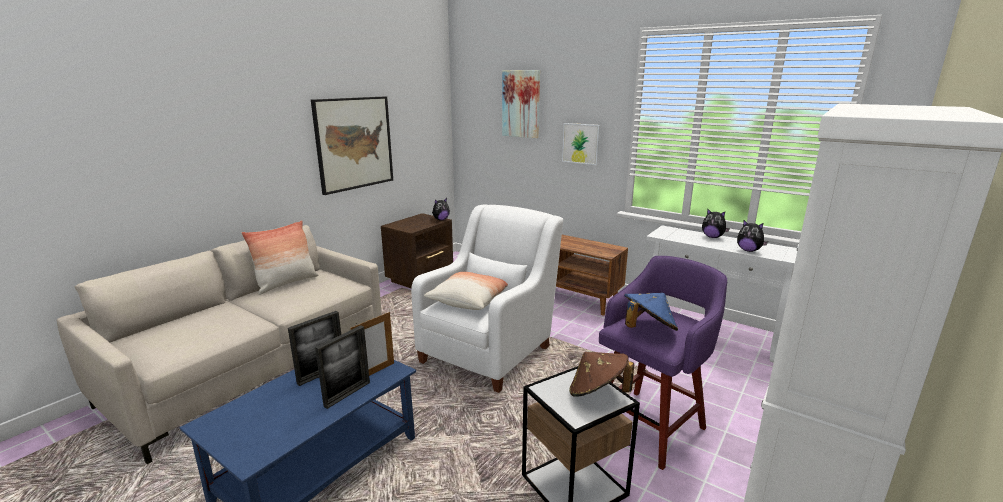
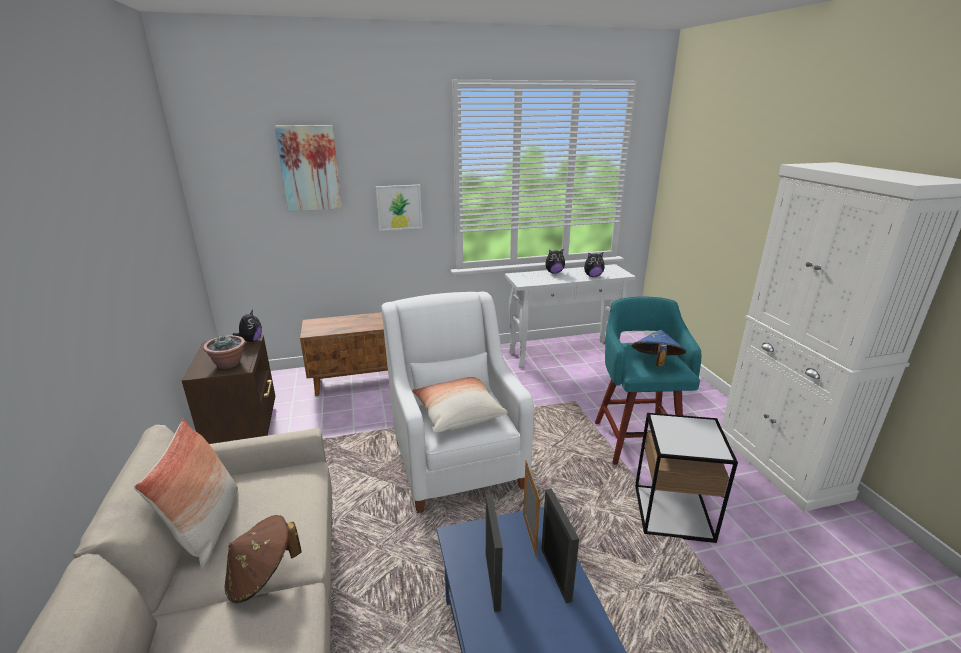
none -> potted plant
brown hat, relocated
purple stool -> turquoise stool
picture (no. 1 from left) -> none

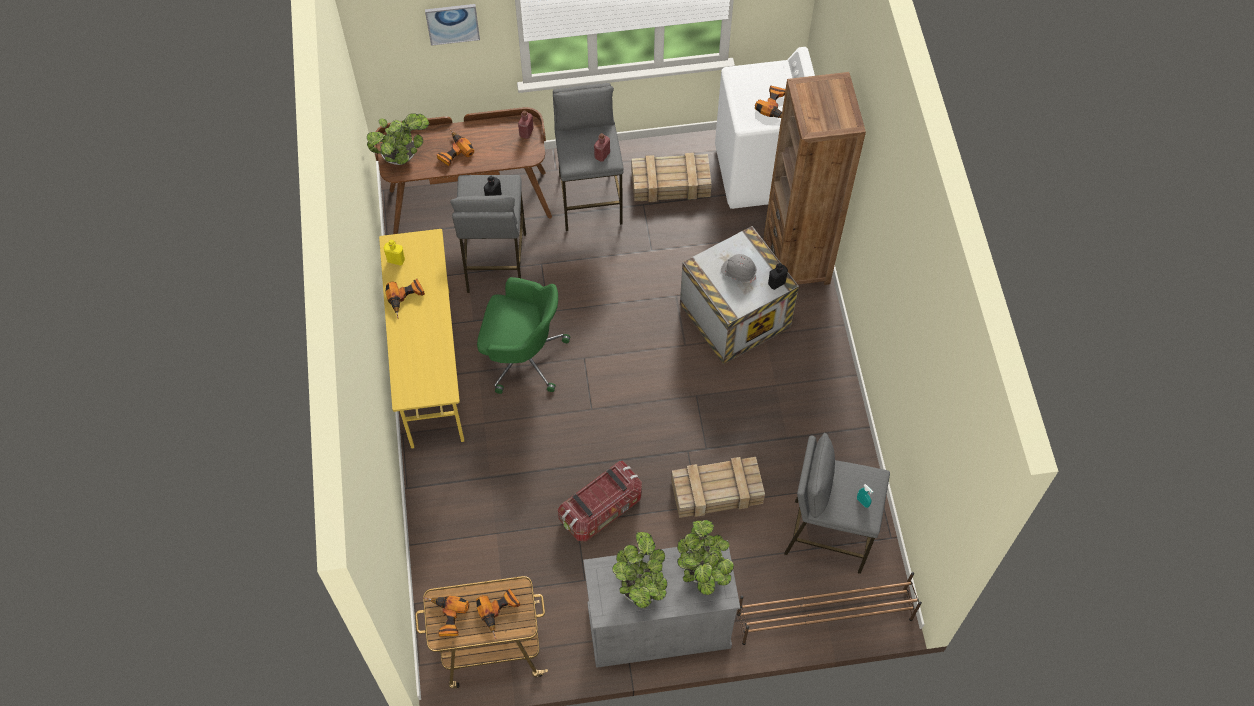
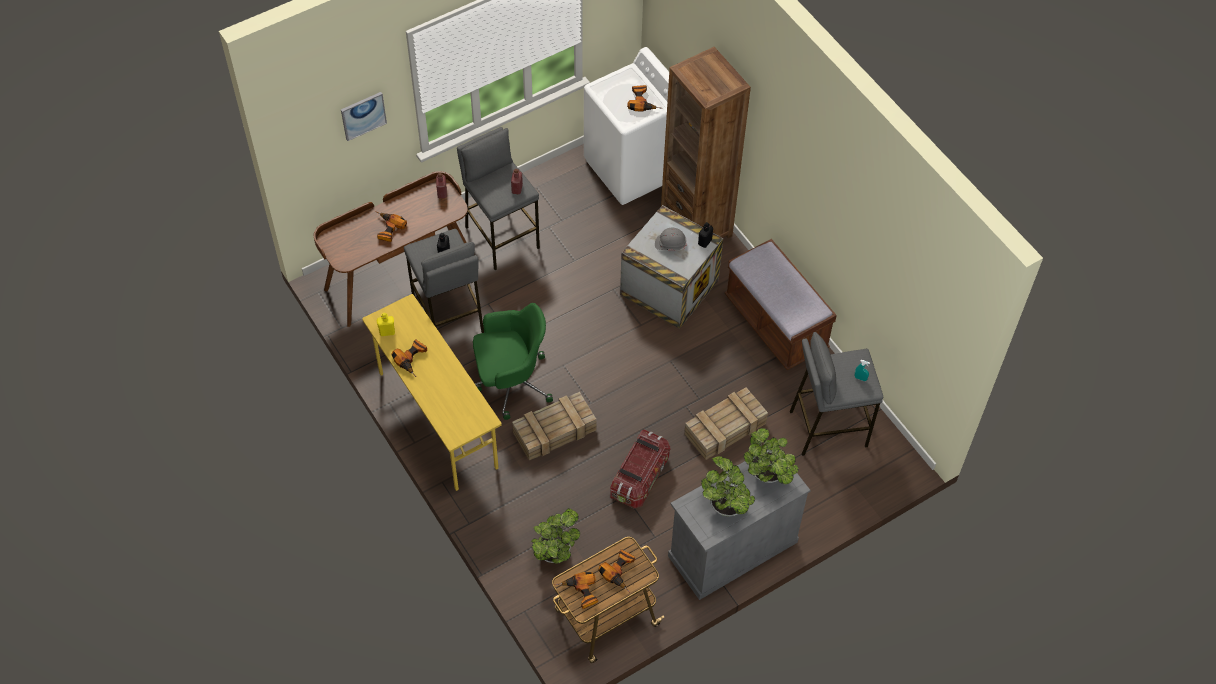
crate (no. 1 from left), relocated
potted plant (no. 1 from left), relocated
none -> brown bench
brown shoe rack -> none

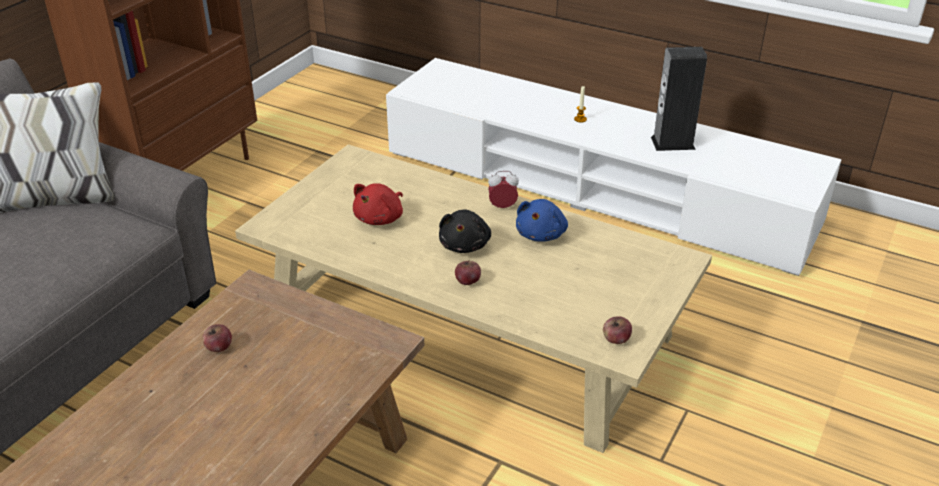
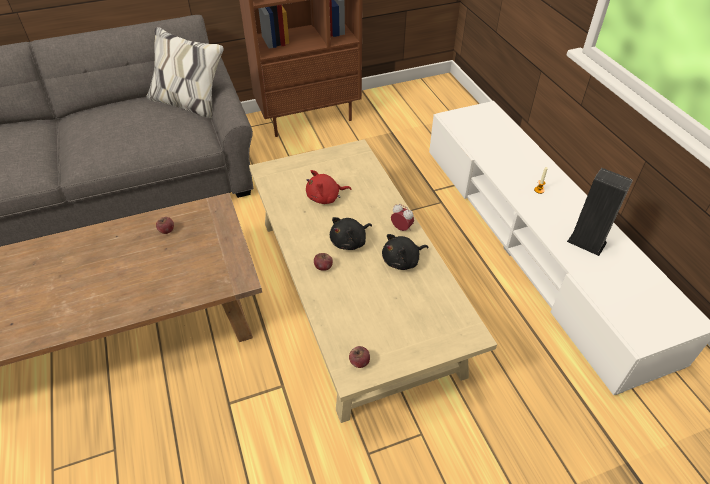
blue plush toy -> black plush toy (no. 2 from left)

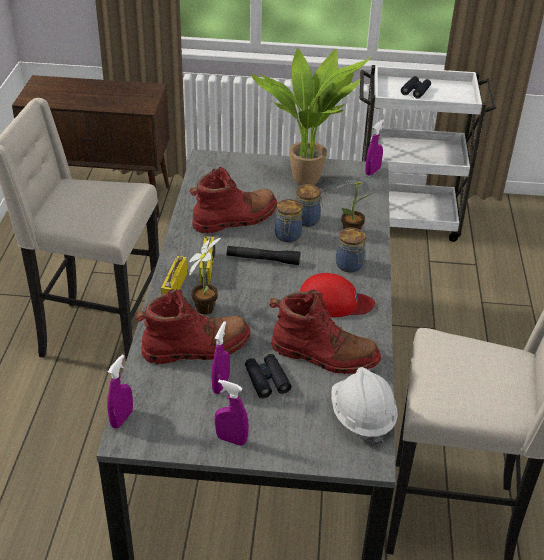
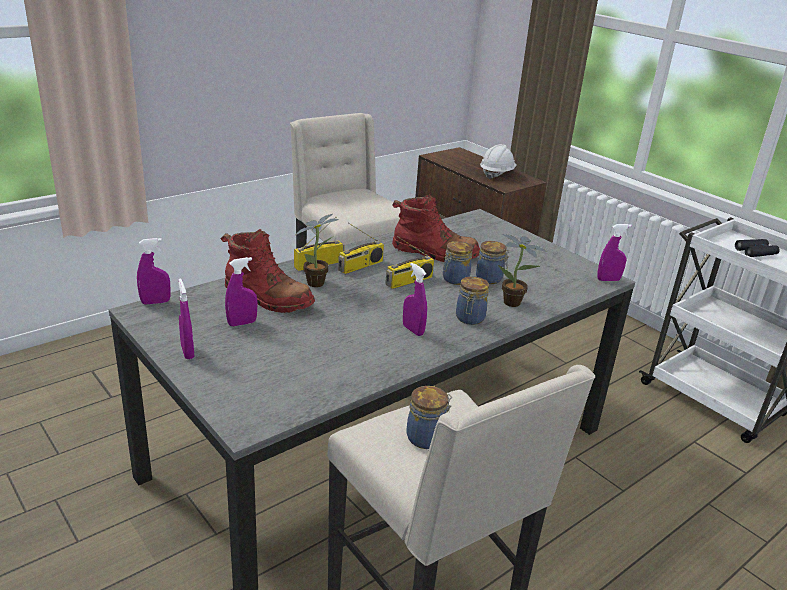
black flashlight -> radio (no. 3 from left)
red cap -> purple spray bottle (no. 4 from left)
none -> jar (no. 1 from left)
white hard hat, relocated
black binoculars (no. 1 from left) -> none
potted plant (no. 2 from left) -> none
red boot (no. 3 from left) -> none

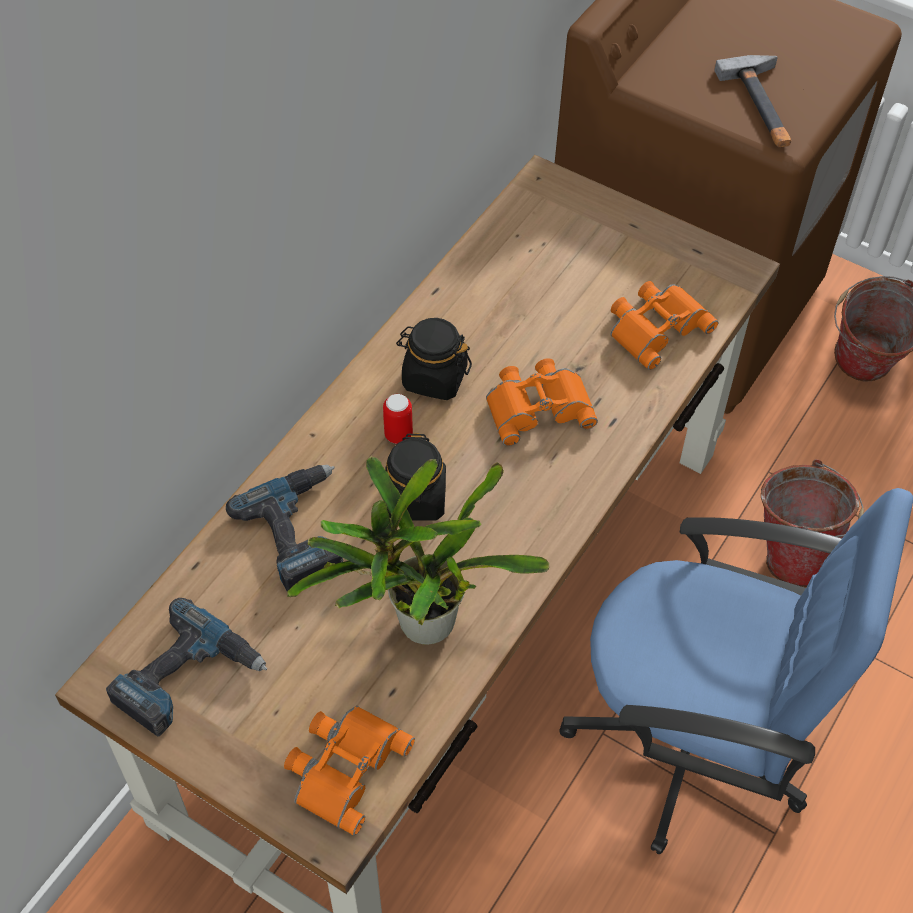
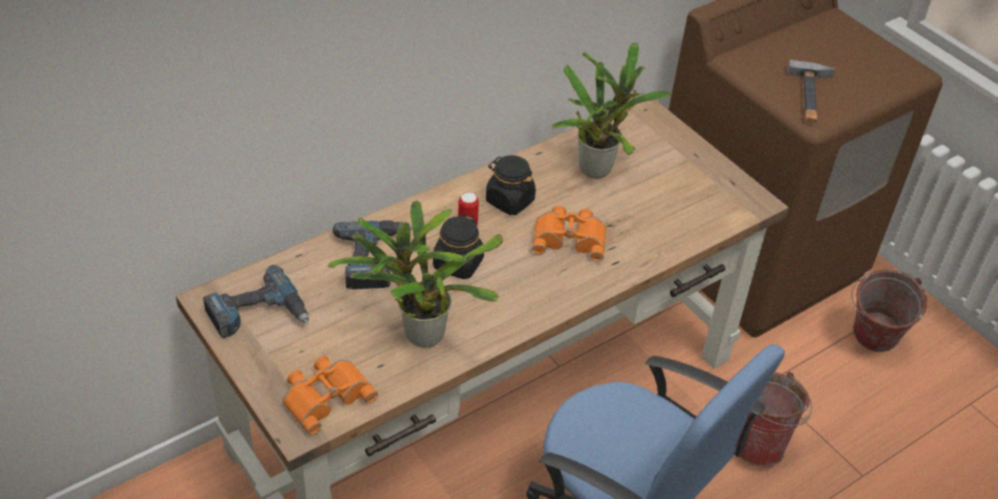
none -> potted plant (no. 2 from left)
orange binoculars (no. 3 from left) -> none

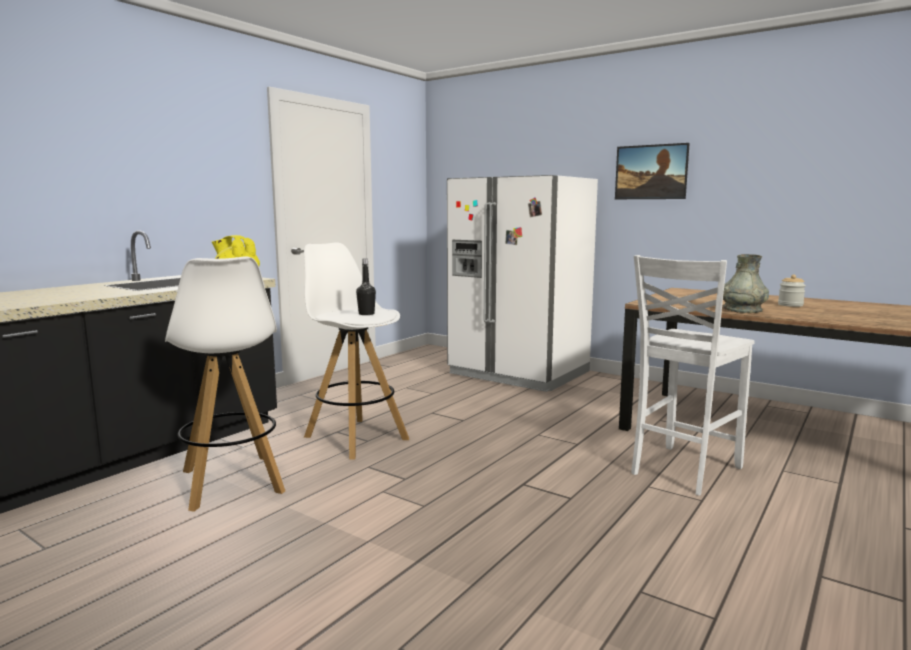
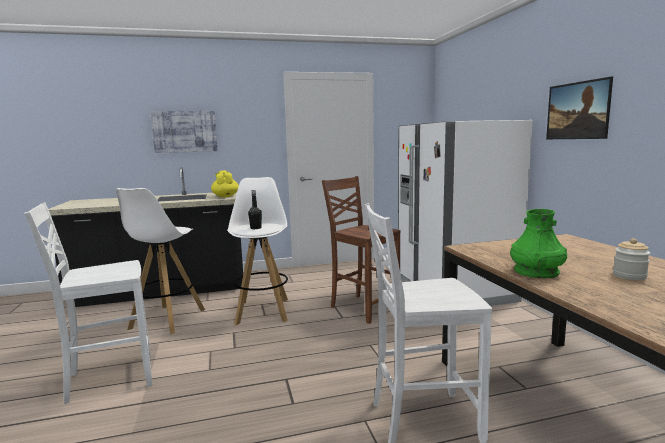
none -> white chair (no. 1 from left)
none -> picture (no. 1 from left)
none -> brown chair
grey vase -> green vase

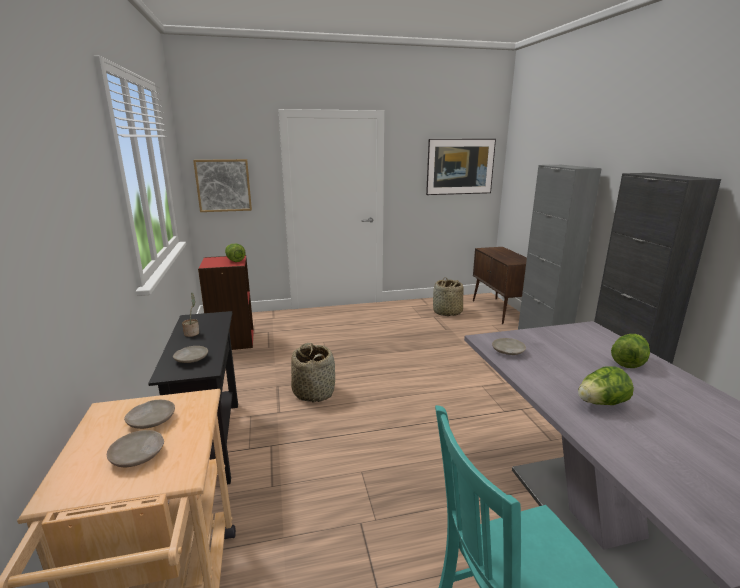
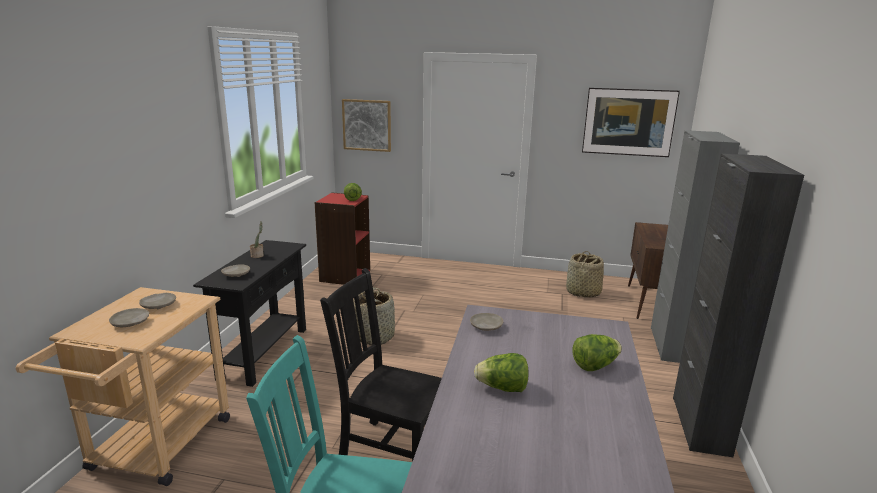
none -> black chair

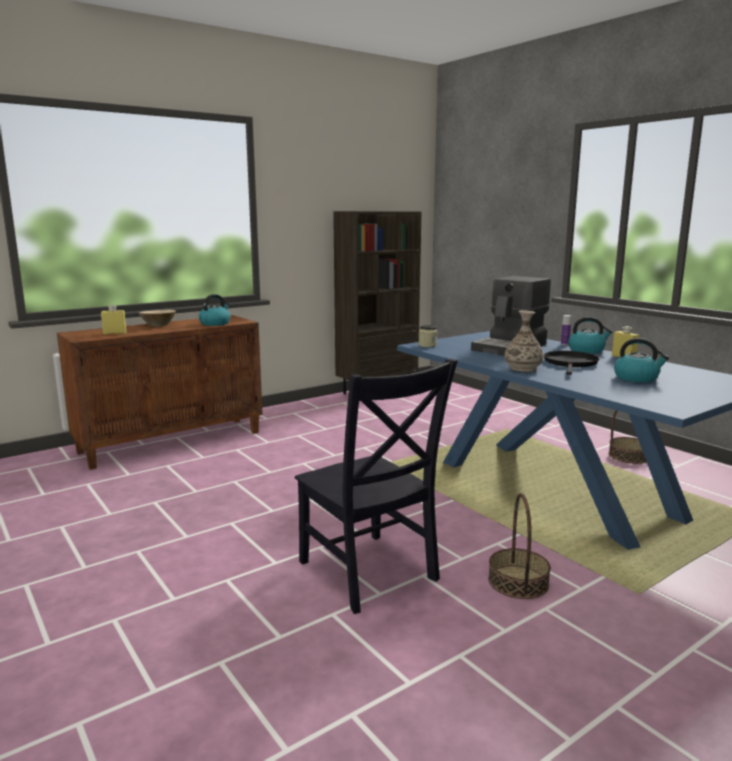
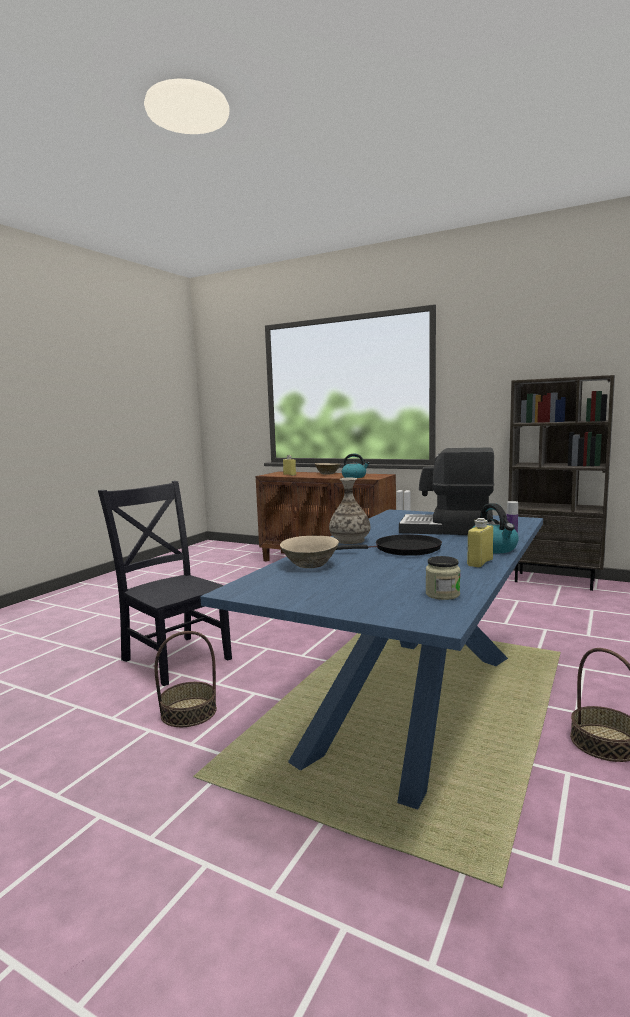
black chair, 105 degrees clockwise
none -> beige bowl (no. 1 from left)
jar, relocated
kettle (no. 3 from left) -> none

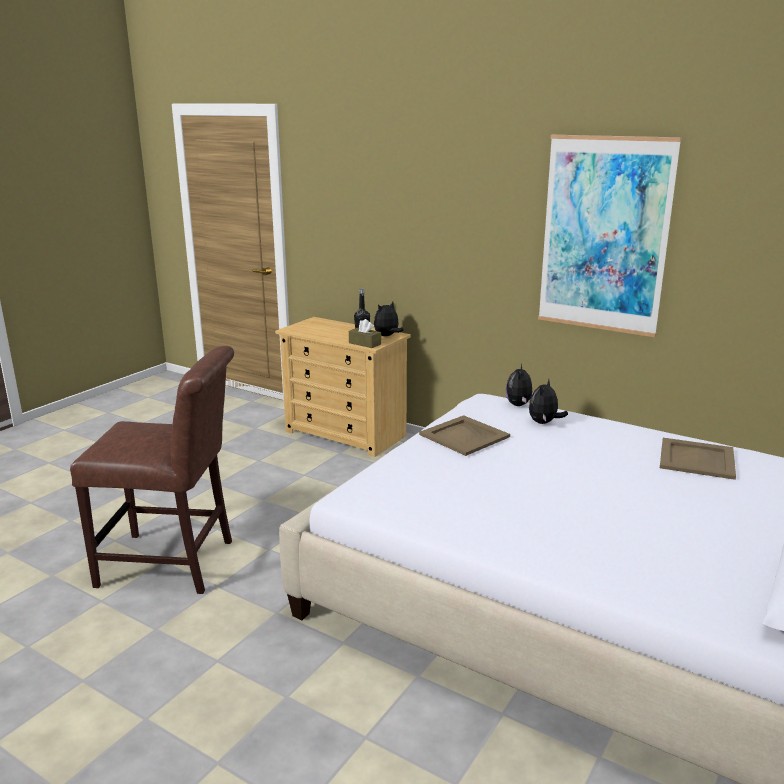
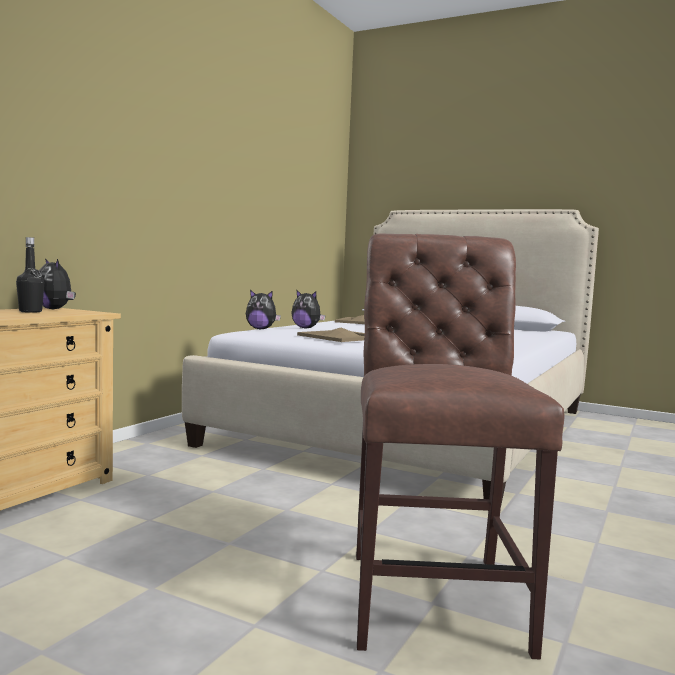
brown tissue box -> none
picture -> none

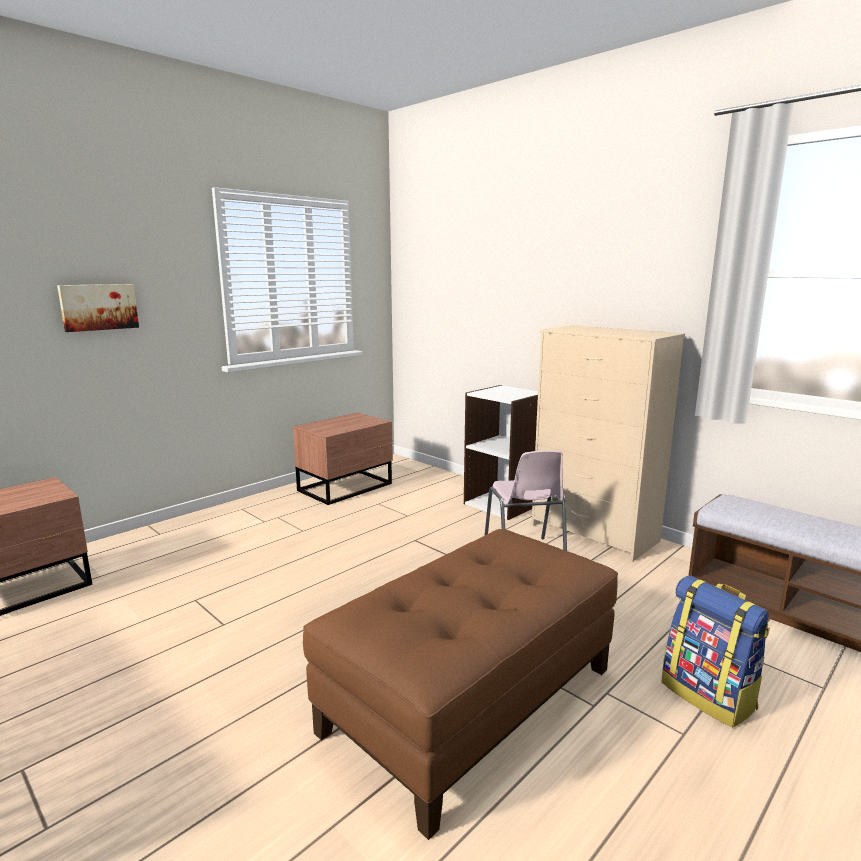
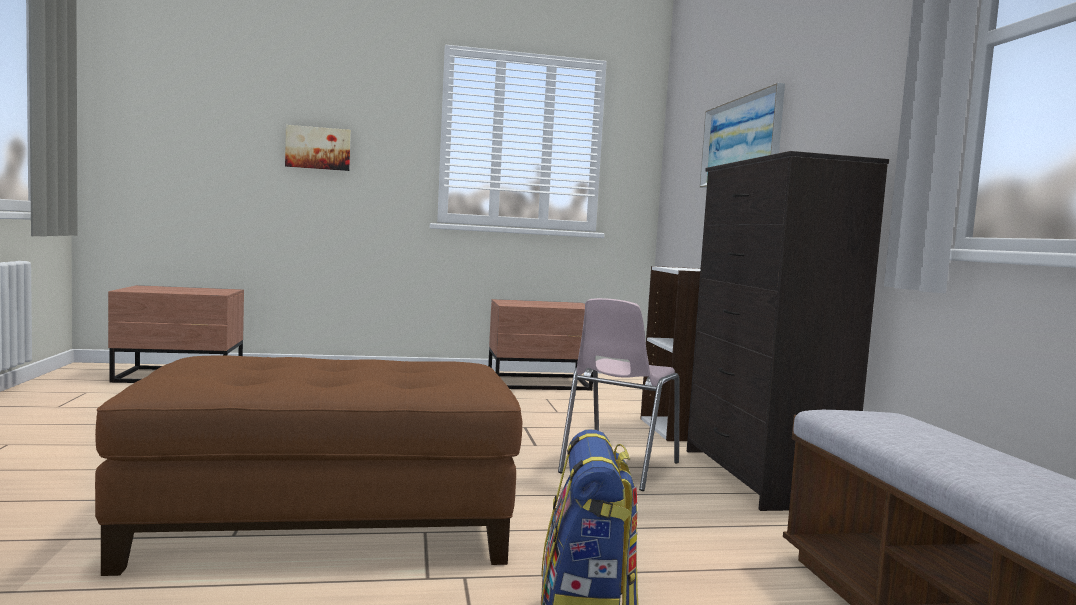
beige dresser -> black dresser
none -> picture (no. 2 from left)

